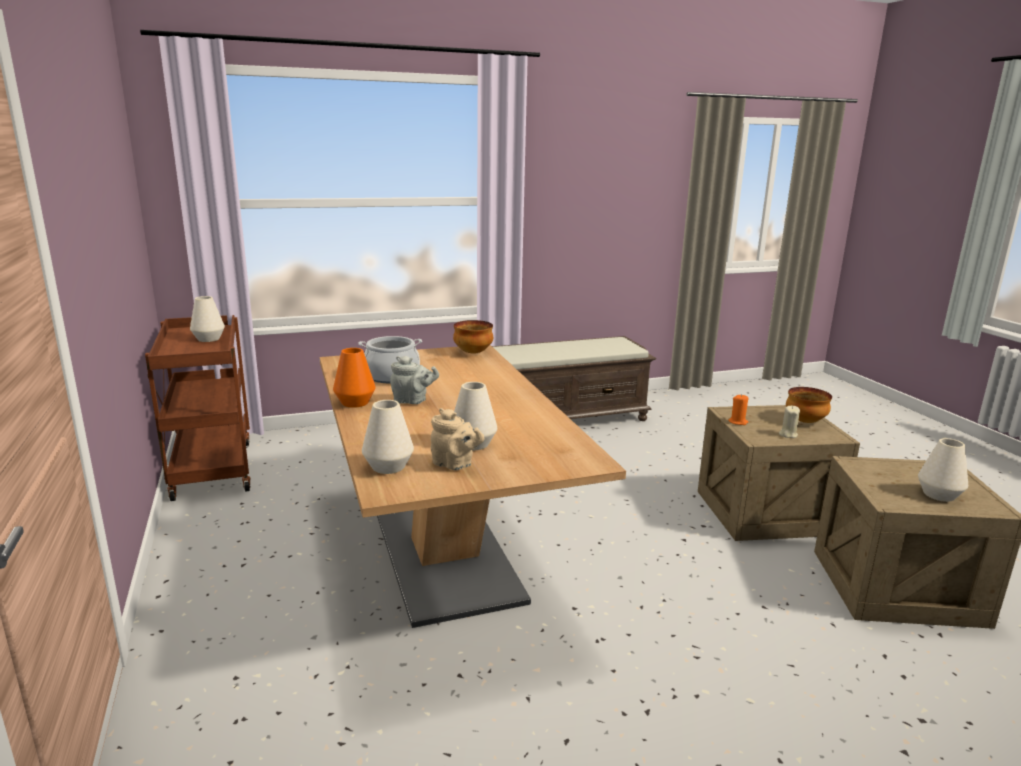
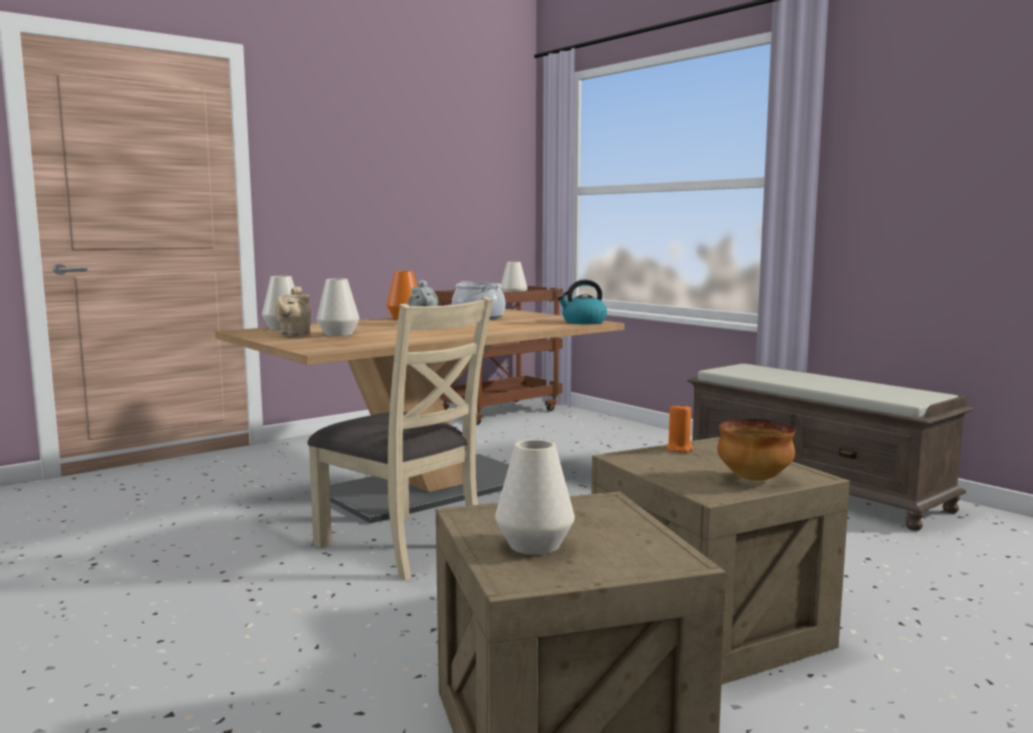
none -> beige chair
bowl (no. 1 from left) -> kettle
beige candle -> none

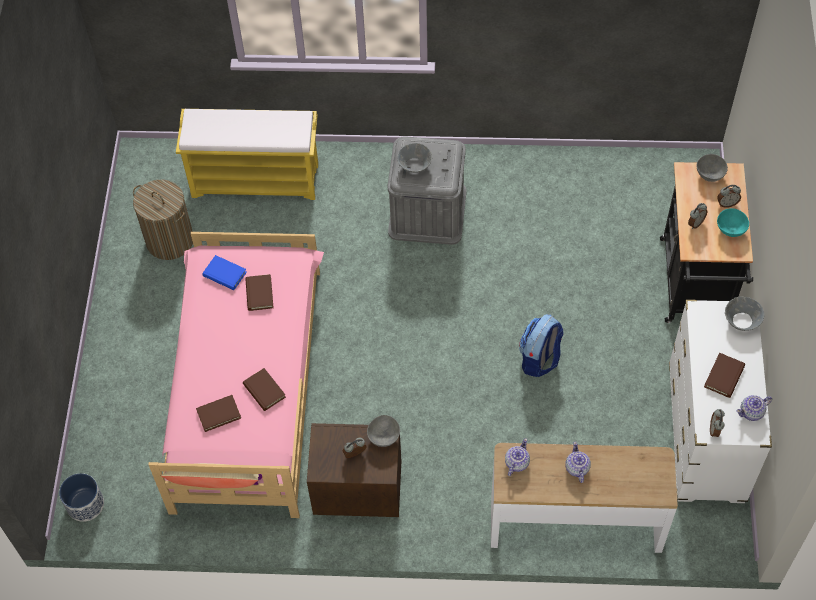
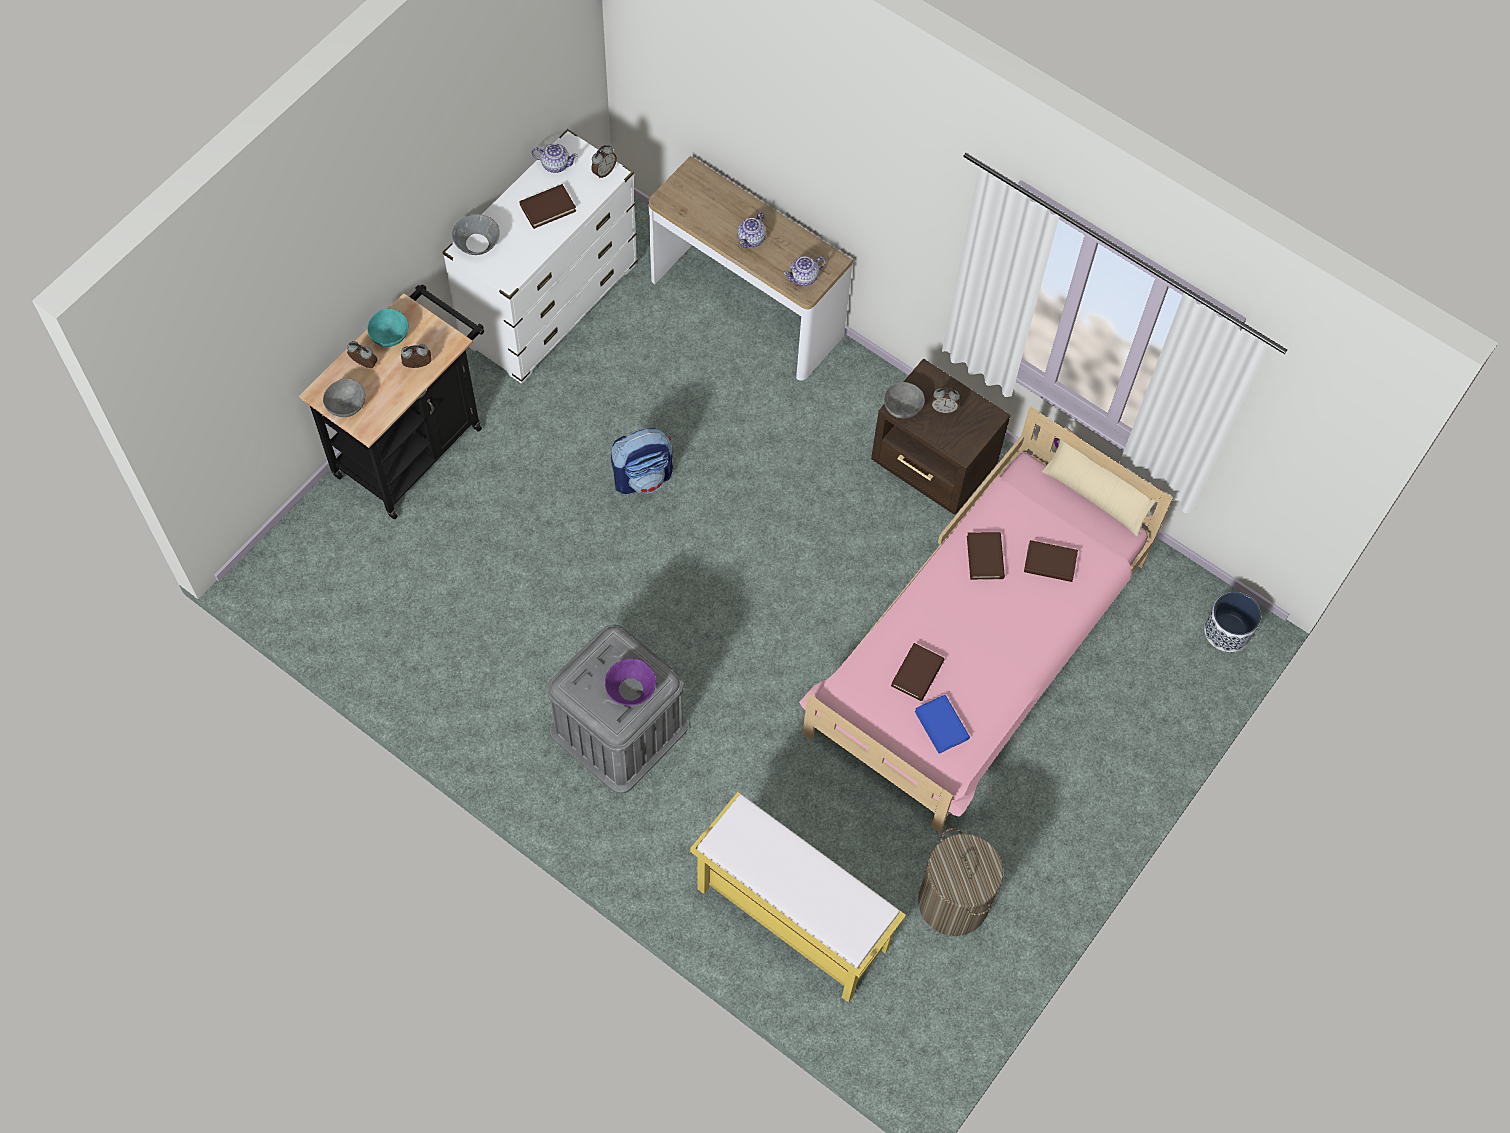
grey bowl (no. 2 from left) -> purple bowl

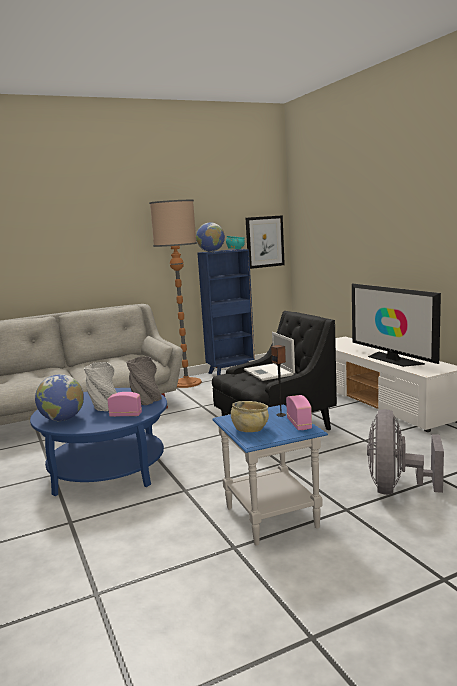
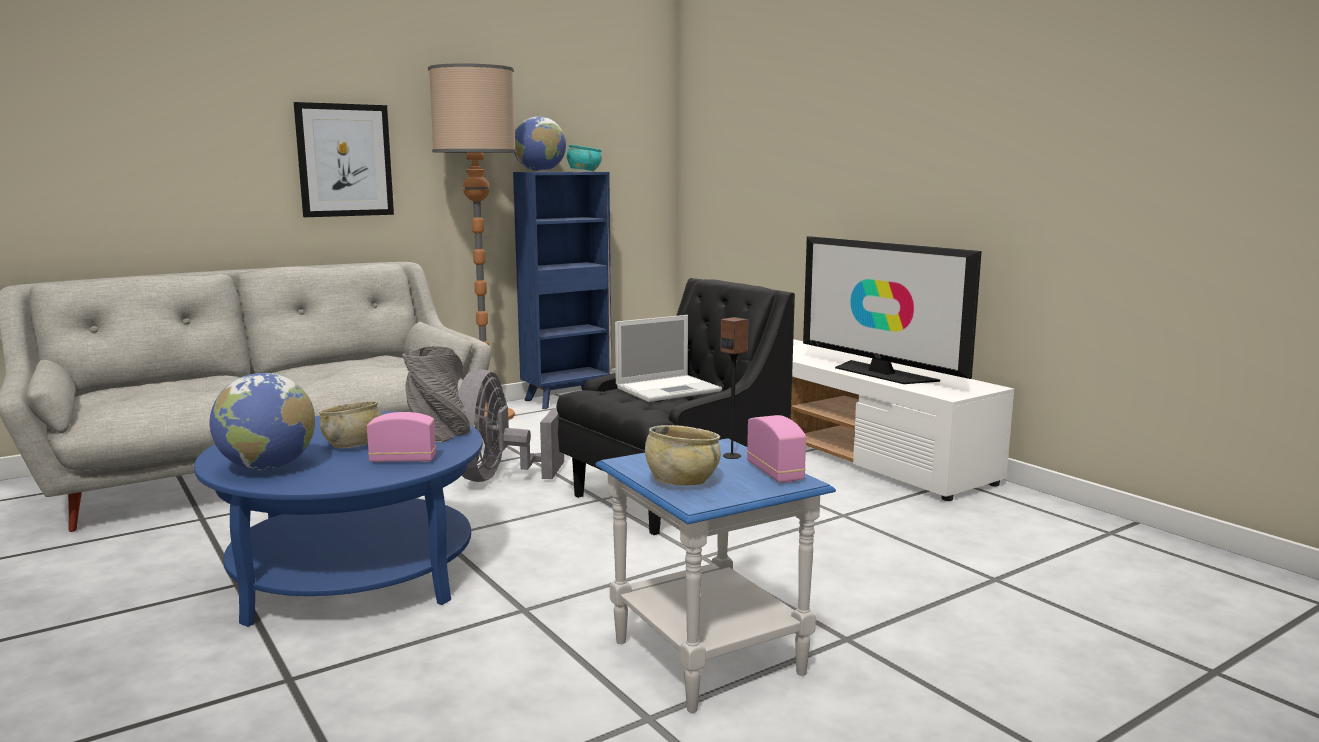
picture, relocated
grey vase (no. 1 from left) -> beige bowl (no. 1 from left)
grey fan, relocated
laptop, 90 degrees counterclockwise

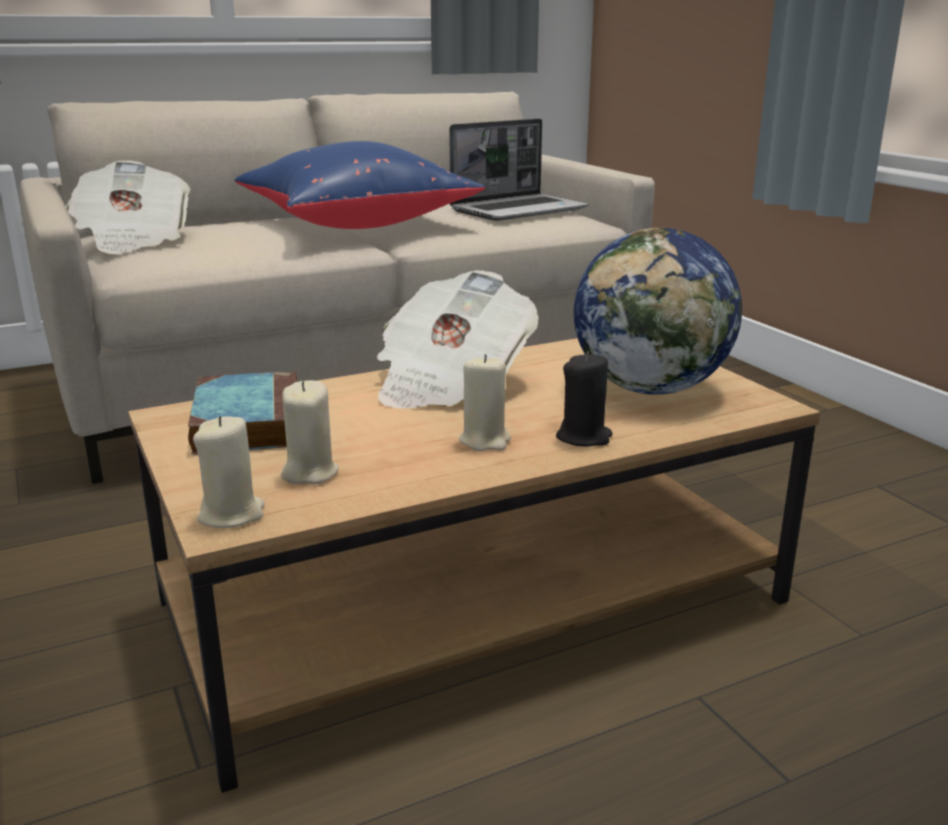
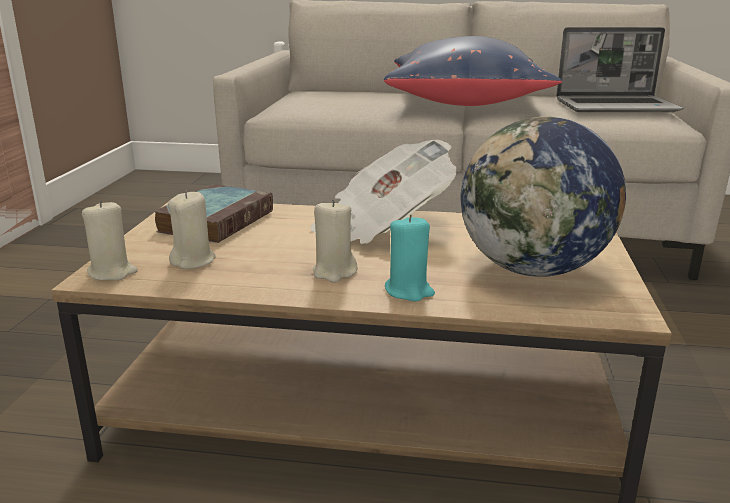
black candle -> turquoise candle
newspaper (no. 1 from left) -> none

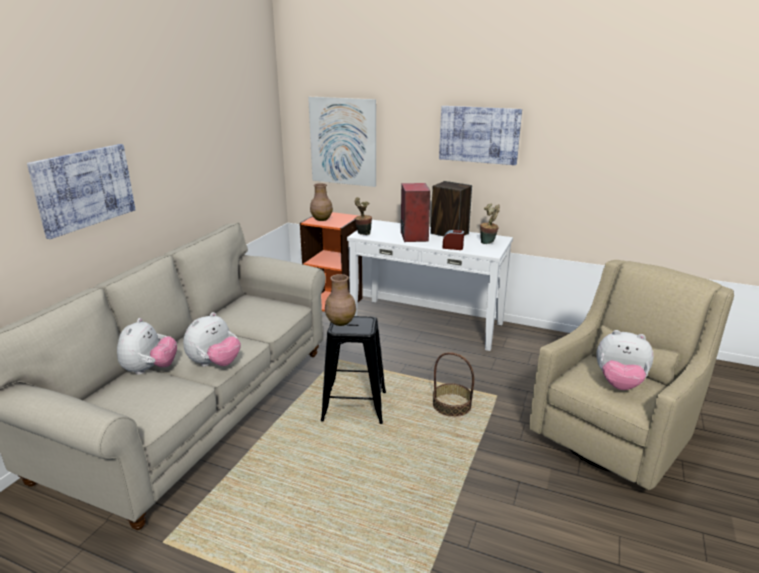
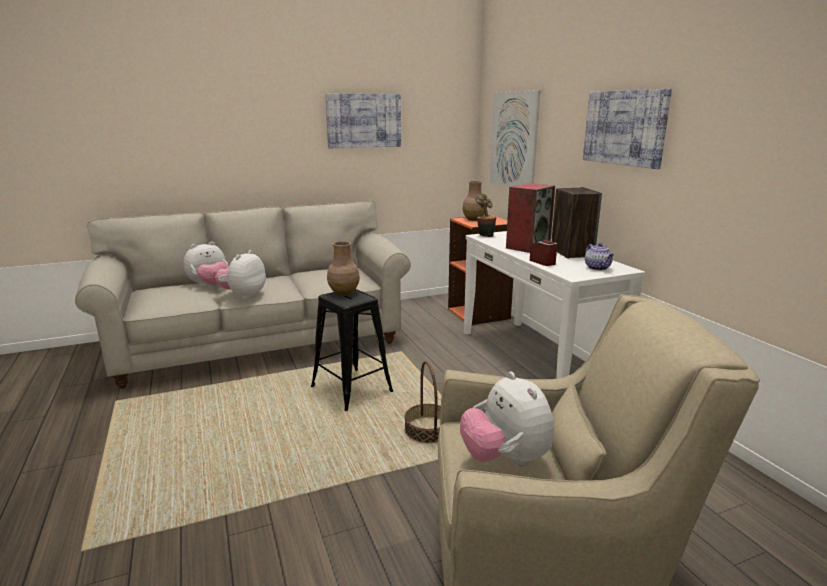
plush toy (no. 2 from left), 120 degrees clockwise
picture (no. 1 from left), relocated
potted plant (no. 2 from left) -> teapot

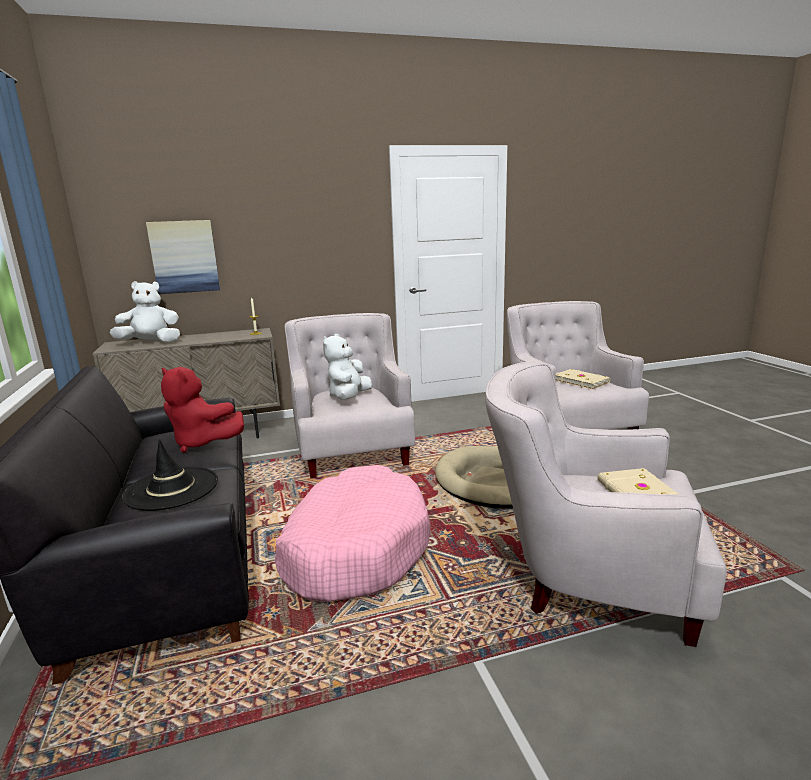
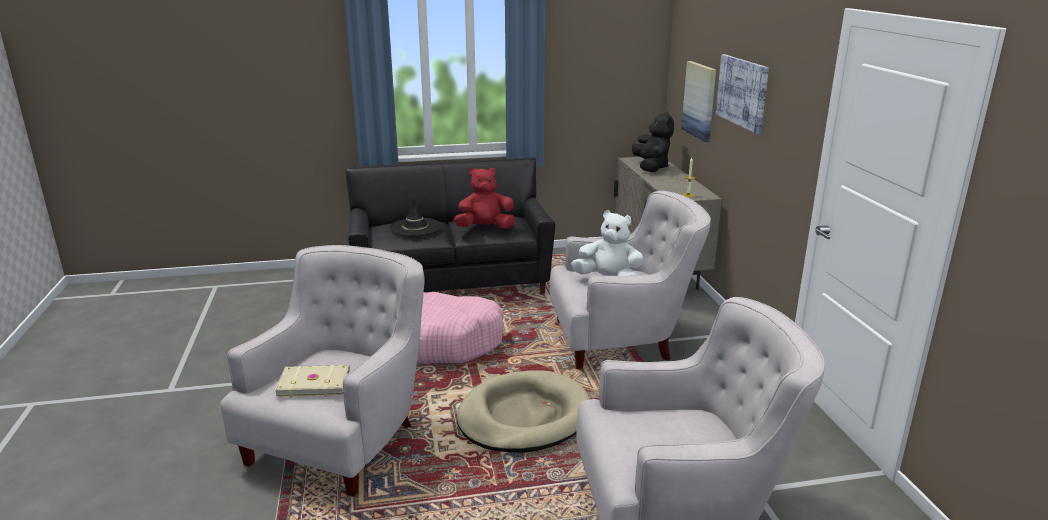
red plush toy, 45 degrees clockwise
white plush toy (no. 1 from left) -> black plush toy
none -> picture (no. 2 from left)
beige book (no. 1 from left) -> none

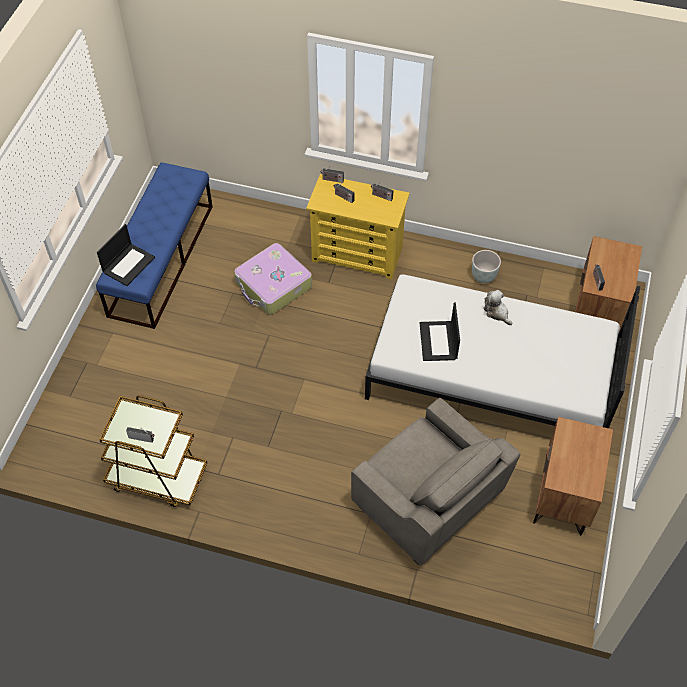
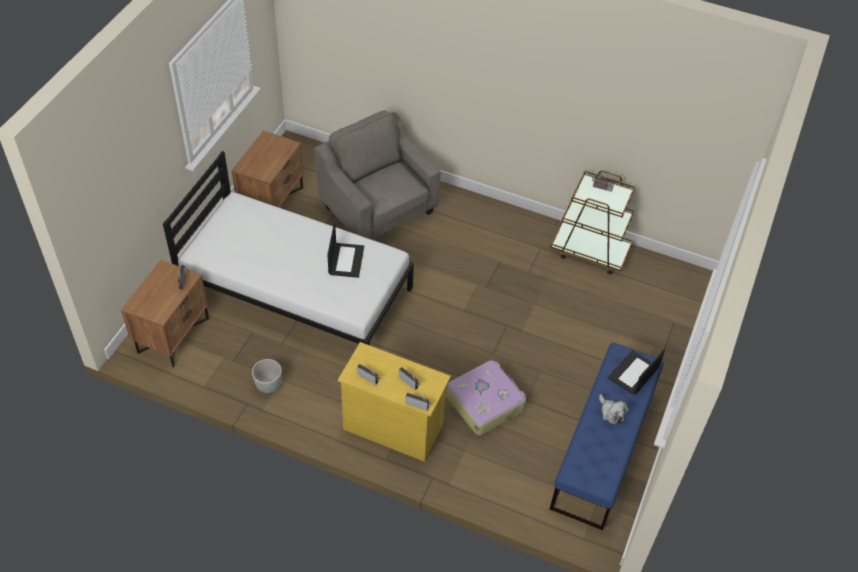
plush toy, relocated

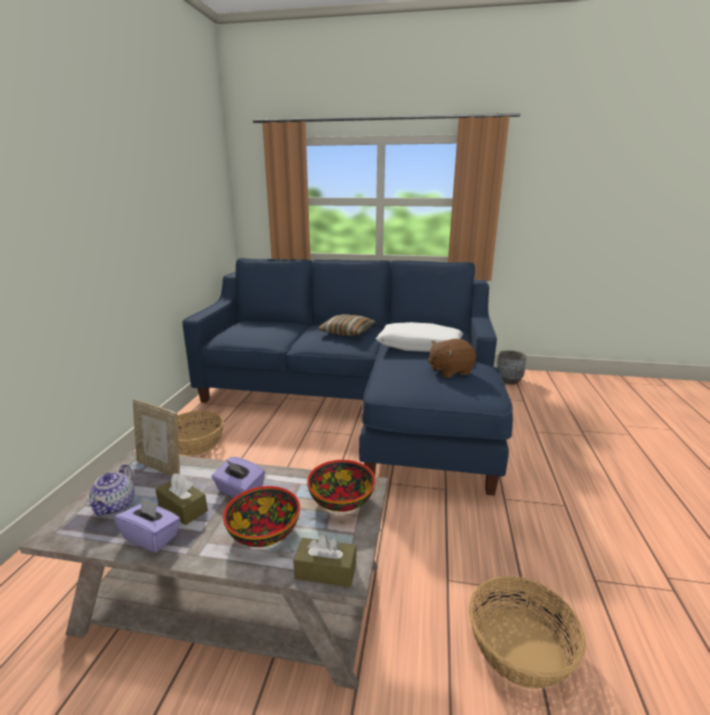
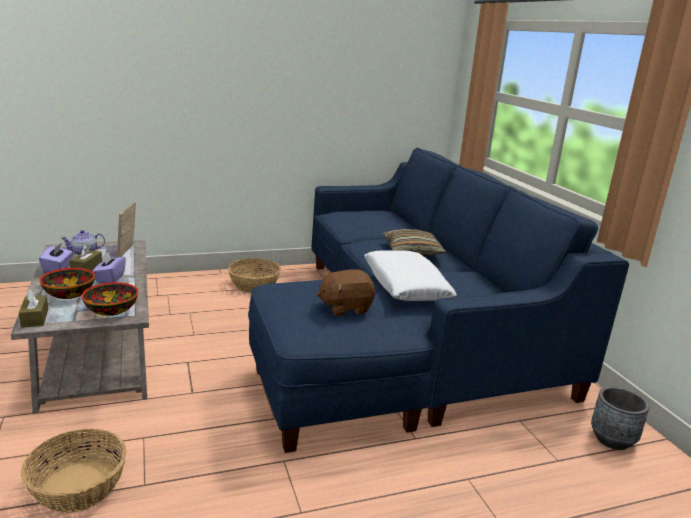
brown plush toy, 60 degrees counterclockwise

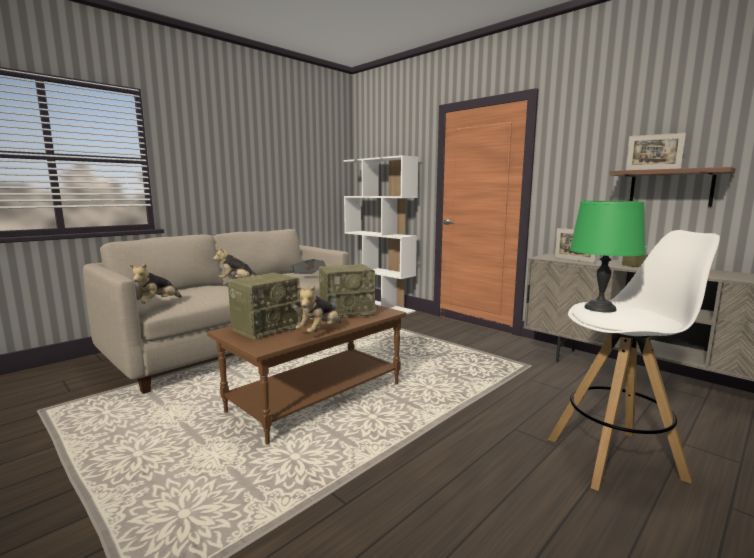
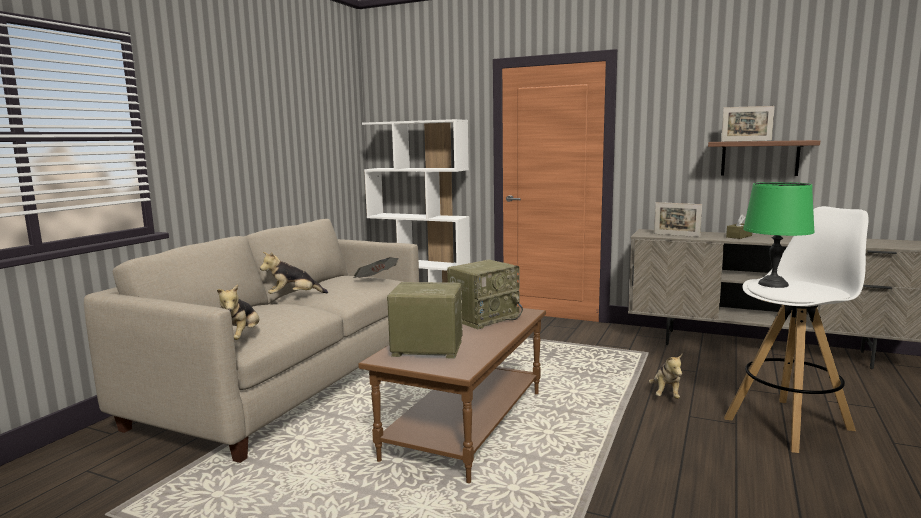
radio (no. 1 from left), 105 degrees counterclockwise
plush toy (no. 3 from left), relocated

